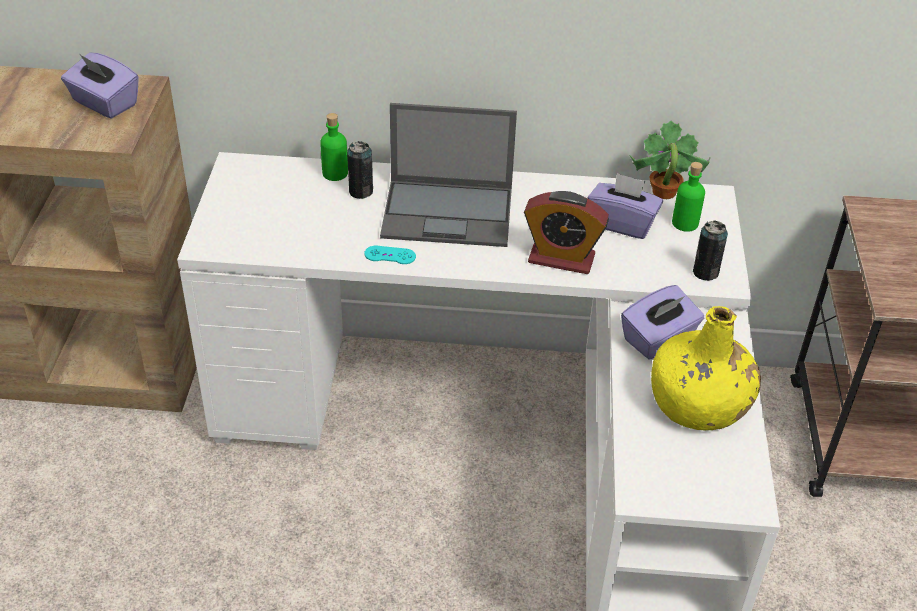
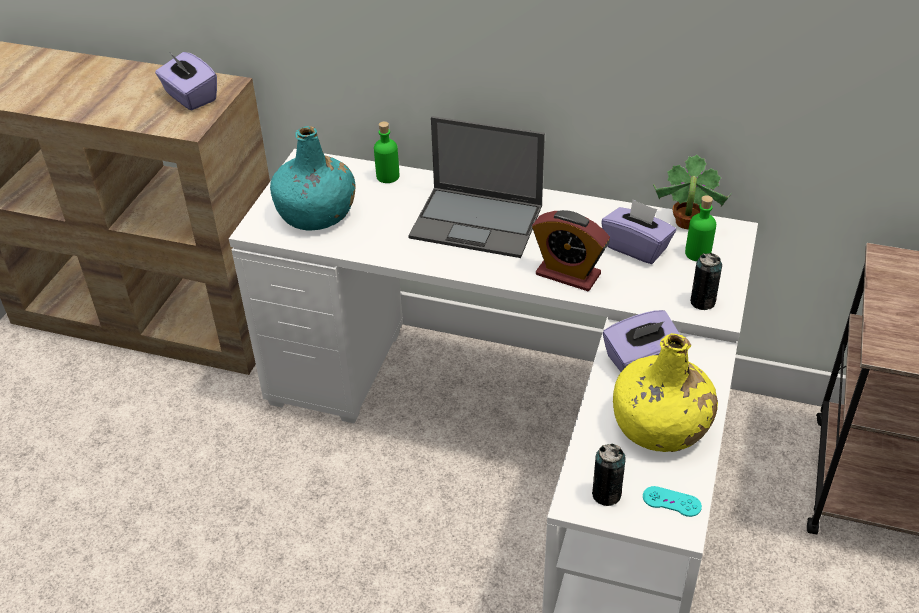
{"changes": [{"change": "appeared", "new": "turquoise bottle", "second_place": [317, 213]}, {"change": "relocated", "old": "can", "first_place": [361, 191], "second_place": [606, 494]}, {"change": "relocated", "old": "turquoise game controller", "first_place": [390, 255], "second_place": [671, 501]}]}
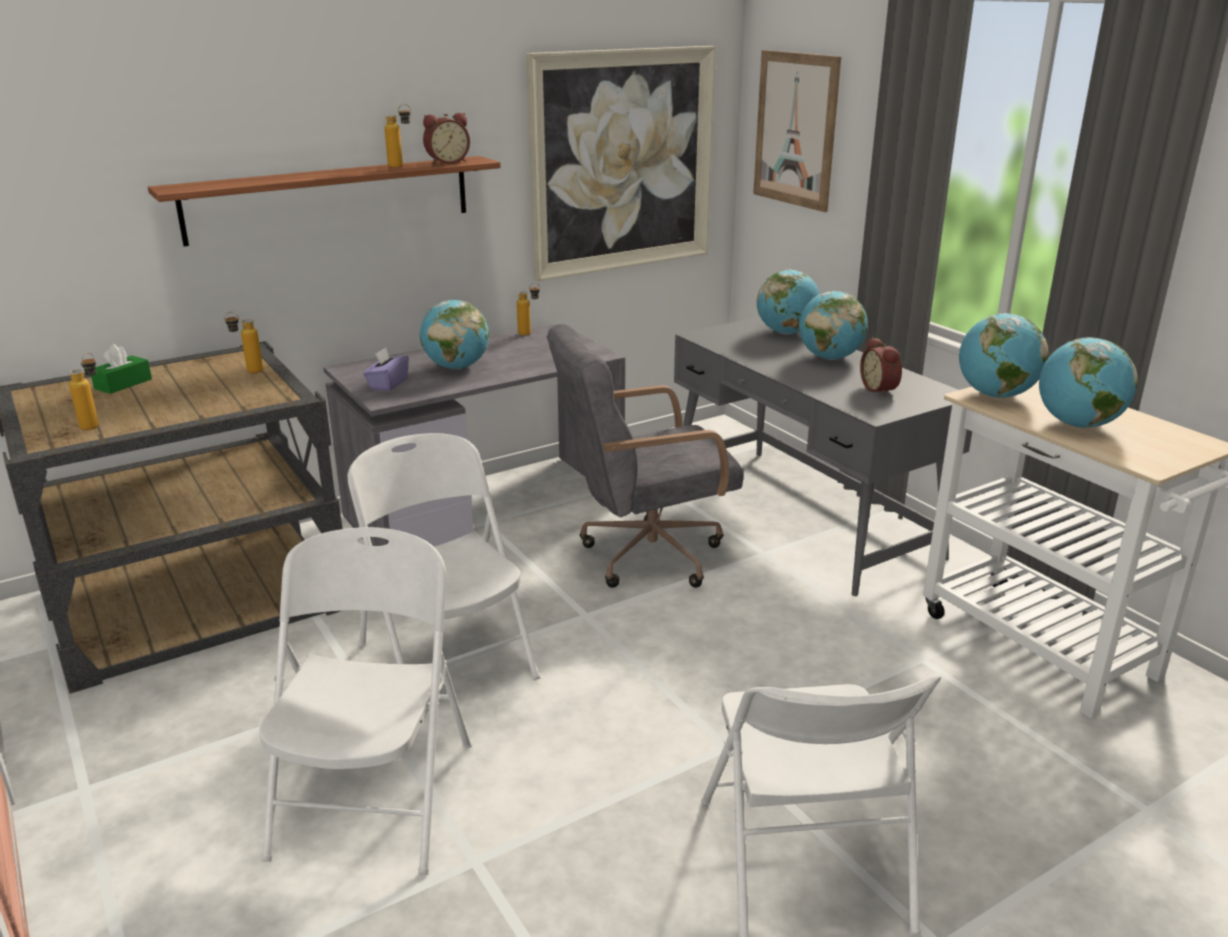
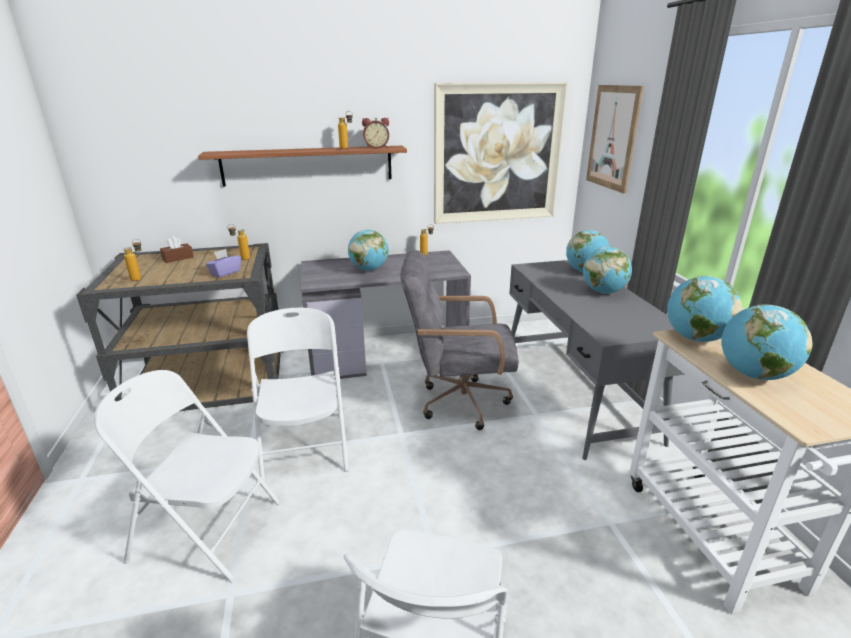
{"changes": [{"change": "spun", "old": "white chair", "first_place": [375, 799], "second_place": [207, 530], "degrees": -105}, {"change": "colour", "old": "green tissue box", "new": "brown tissue box", "first_place": [123, 384], "second_place": [178, 258]}, {"change": "relocated", "old": "purple tissue box", "first_place": [387, 384], "second_place": [225, 273]}, {"change": "missing", "old": "alarm clock", "first_place": [880, 389]}]}
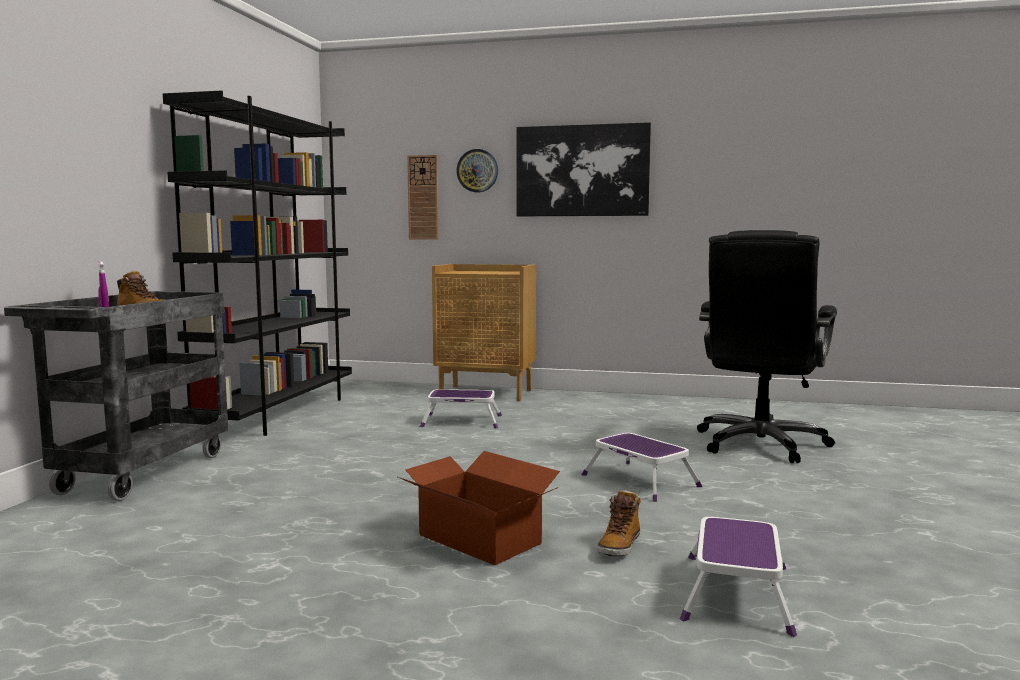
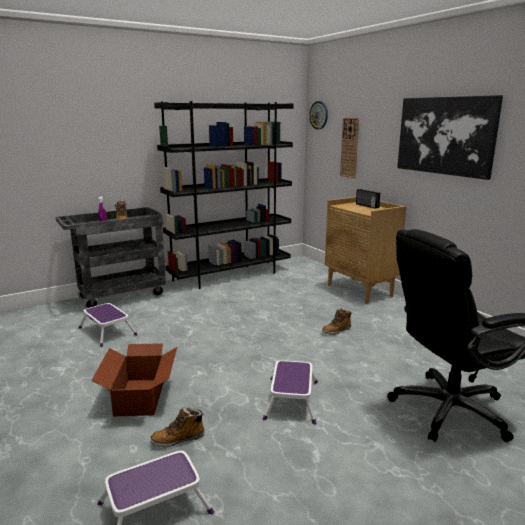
{"changes": [{"change": "relocated", "old": "purple step ladder", "first_place": [461, 421], "second_place": [107, 331]}, {"change": "relocated", "old": "wall clock", "first_place": [477, 170], "second_place": [319, 115]}, {"change": "appeared", "new": "boot", "second_place": [336, 331]}, {"change": "appeared", "new": "radio", "second_place": [366, 206]}]}
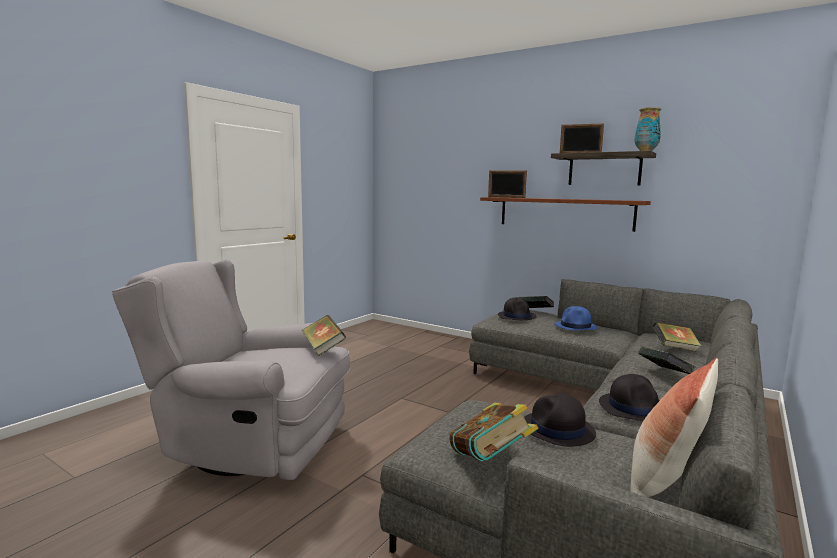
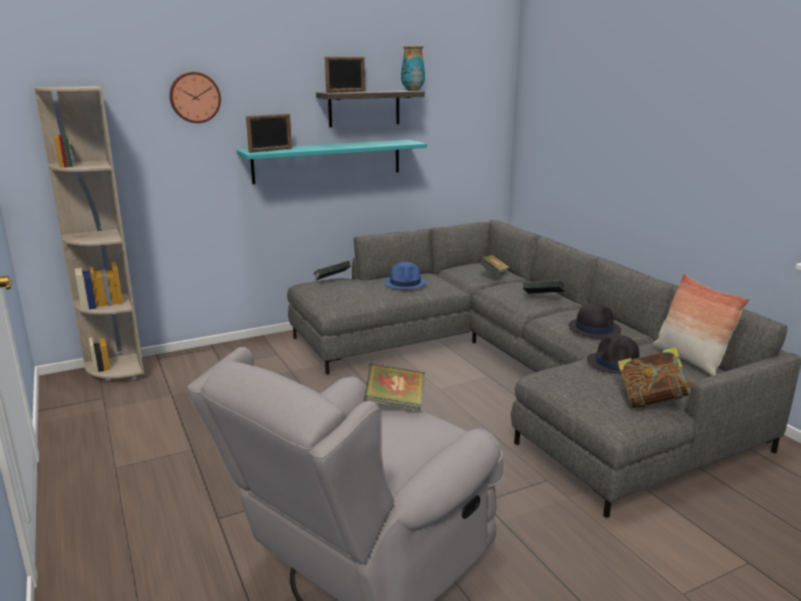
{"changes": [{"change": "appeared", "new": "beige bookcase", "second_place": [116, 374]}, {"change": "appeared", "new": "wall clock", "second_place": [194, 97]}, {"change": "colour", "old": "brown shelf", "new": "turquoise shelf", "first_place": [564, 213], "second_place": [328, 161]}, {"change": "missing", "old": "black hat", "first_place": [517, 316]}]}
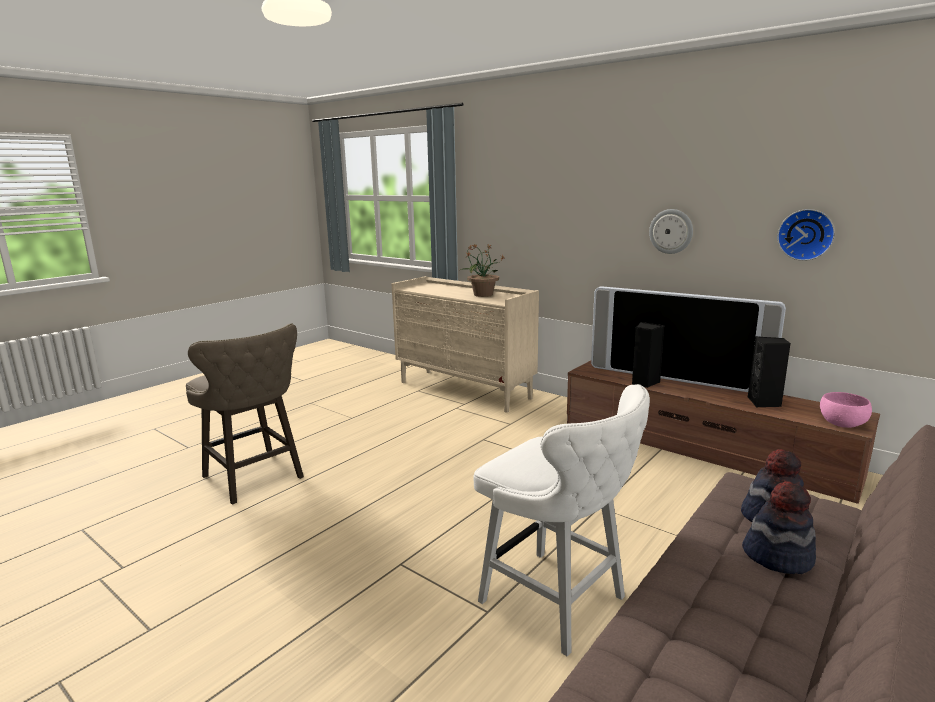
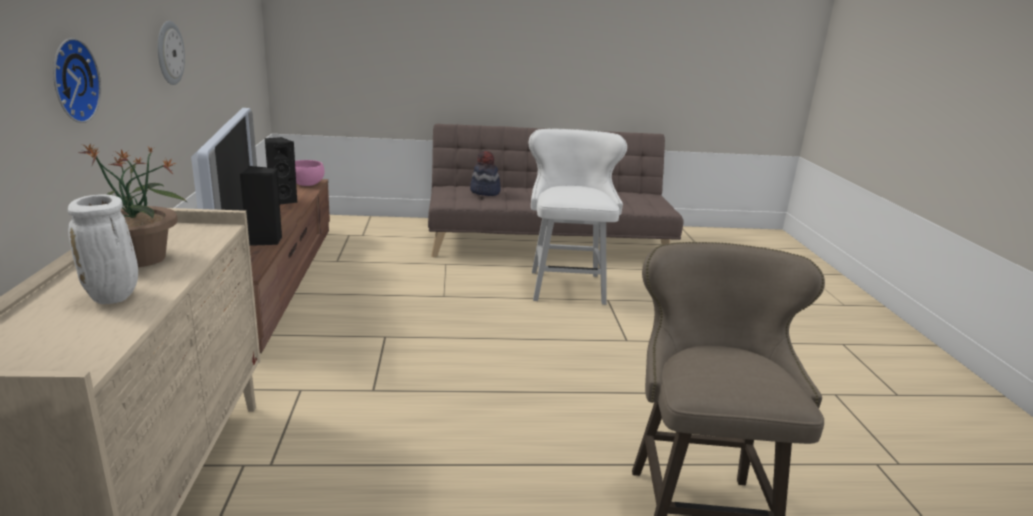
{"changes": [{"change": "relocated", "old": "wall clock", "first_place": [806, 234], "second_place": [70, 80]}, {"change": "appeared", "new": "white vase", "second_place": [114, 298]}, {"change": "missing", "old": "hat", "first_place": [777, 556]}]}
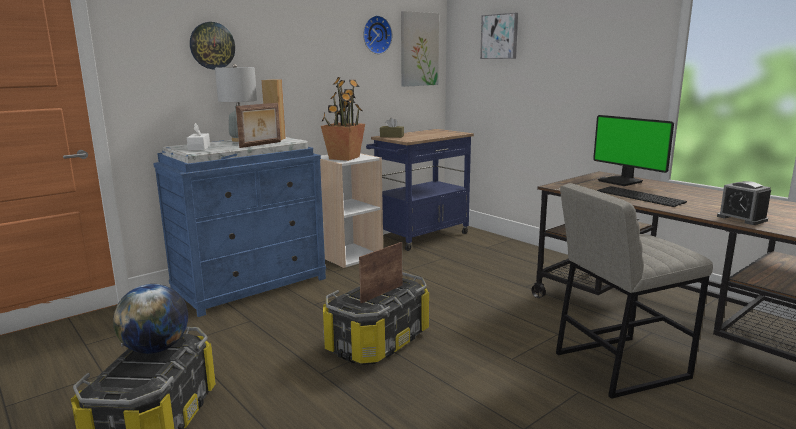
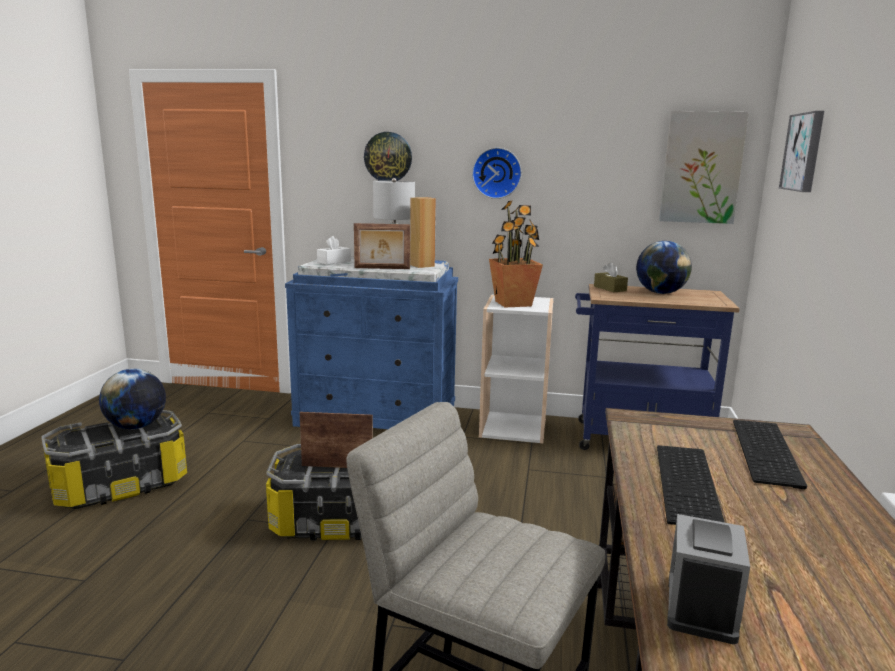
{"changes": [{"change": "relocated", "old": "wall clock", "first_place": [376, 35], "second_place": [497, 173]}, {"change": "appeared", "new": "globe", "second_place": [660, 293]}, {"change": "exchanged", "old": "monitor", "new": "keyboard", "first_place": [621, 181], "second_place": [769, 453]}]}
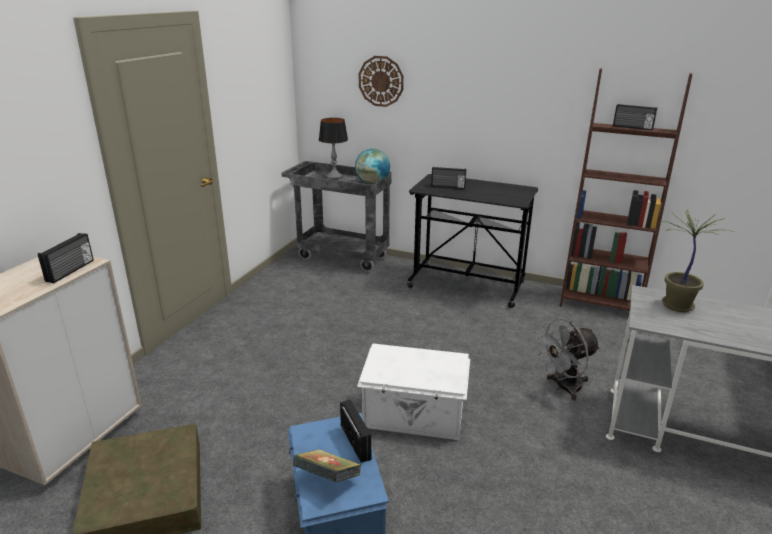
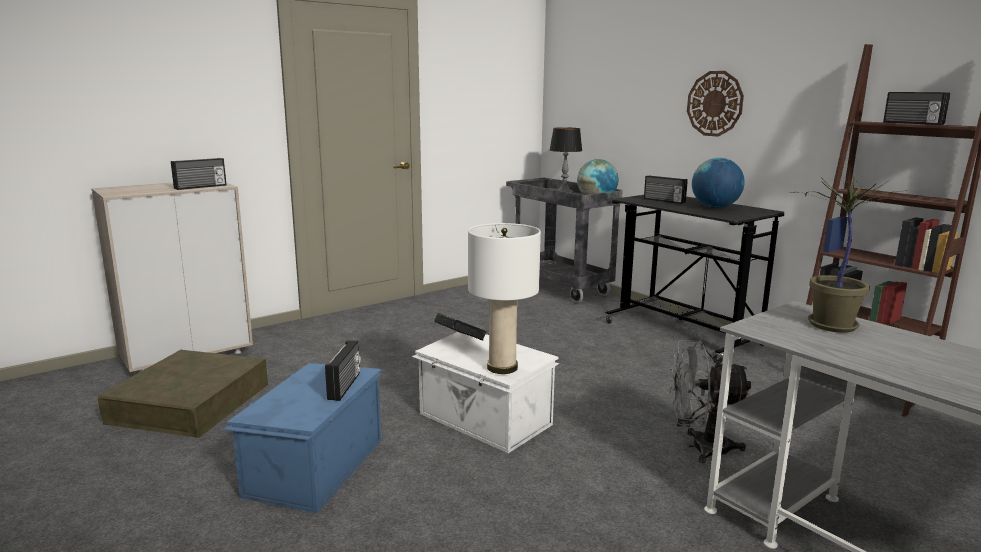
{"changes": [{"change": "relocated", "old": "book", "first_place": [327, 479], "second_place": [460, 342]}, {"change": "appeared", "new": "white table lamp", "second_place": [502, 368]}, {"change": "relocated", "old": "wall clock", "first_place": [381, 81], "second_place": [715, 103]}, {"change": "appeared", "new": "globe", "second_place": [715, 207]}]}
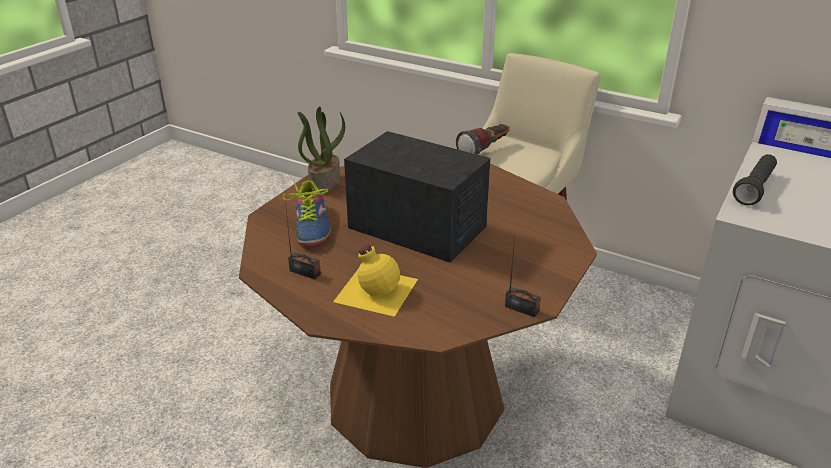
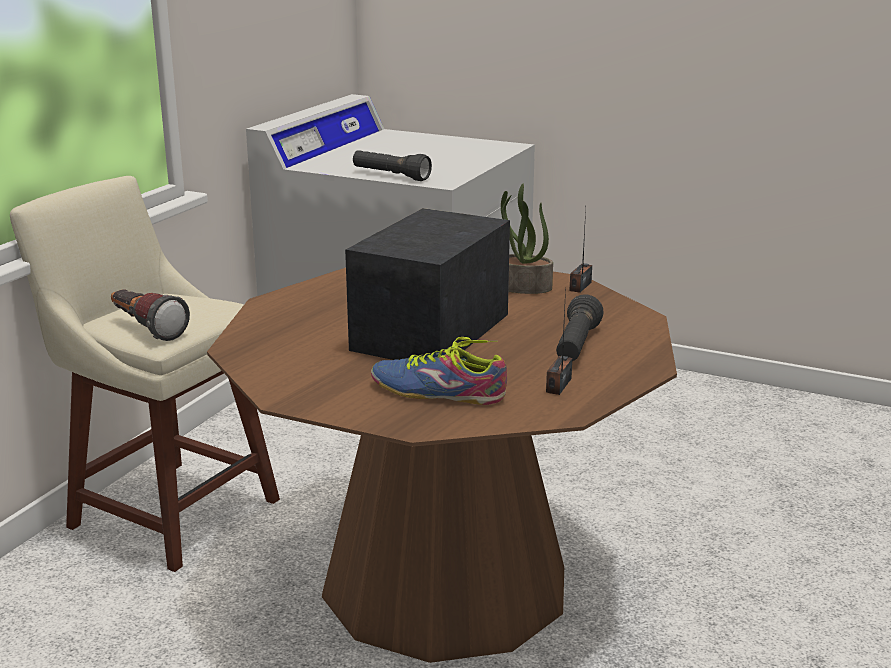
{"changes": [{"change": "spun", "old": "shoe", "first_place": [312, 225], "second_place": [438, 392], "degrees": -150}, {"change": "relocated", "old": "potted plant", "first_place": [324, 182], "second_place": [522, 287]}, {"change": "exchanged", "old": "yellow bottle", "new": "black flashlight", "first_place": [375, 289], "second_place": [576, 346]}]}
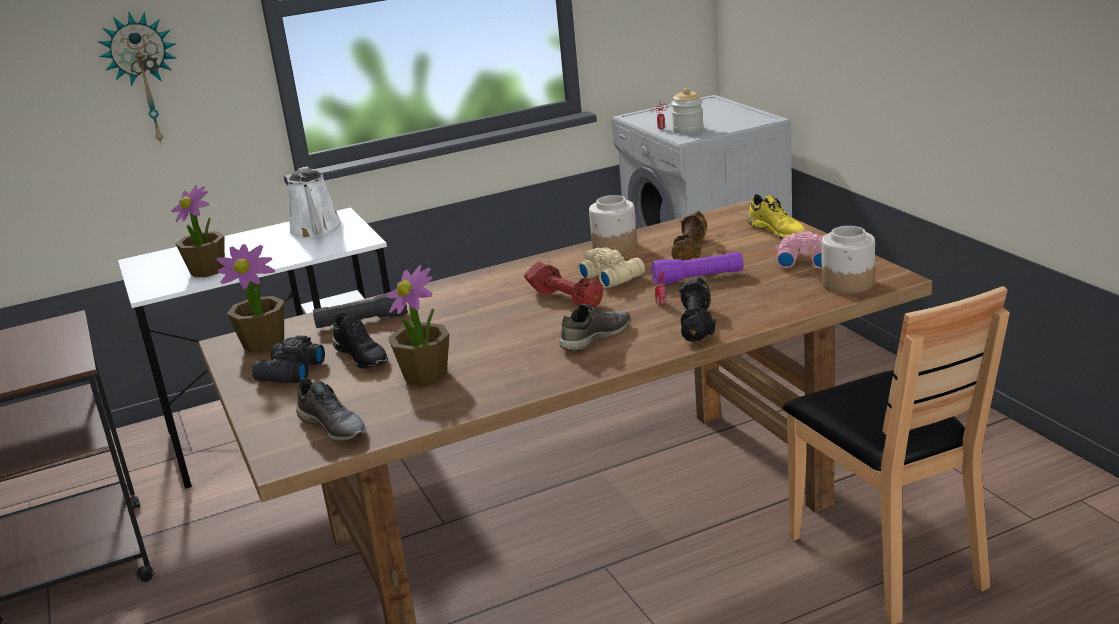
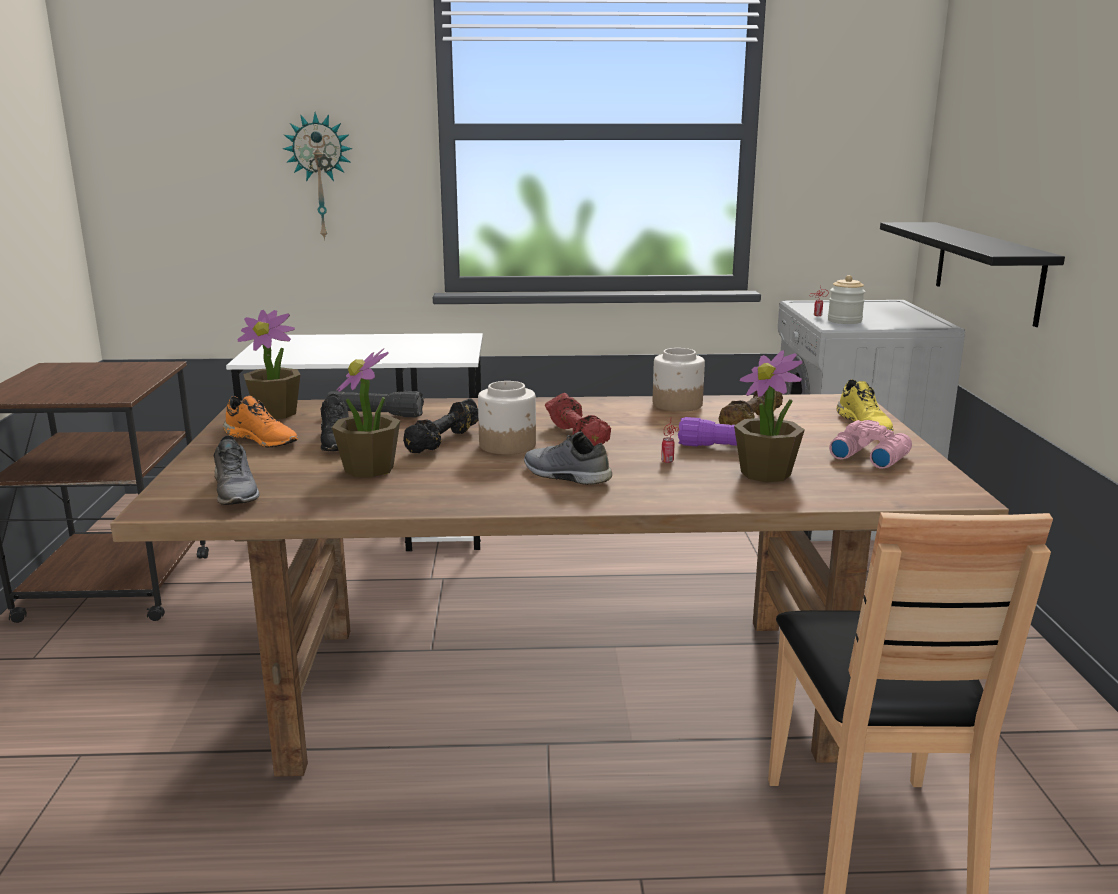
{"changes": [{"change": "exchanged", "old": "black binoculars", "new": "orange shoe", "first_place": [289, 372], "second_place": [263, 439]}, {"change": "relocated", "old": "black dumbbell", "first_place": [697, 324], "second_place": [444, 442]}, {"change": "relocated", "old": "jar", "first_place": [848, 283], "second_place": [508, 445]}, {"change": "spun", "old": "grey shoe", "first_place": [595, 337], "second_place": [565, 476], "degrees": -120}, {"change": "relocated", "old": "potted plant", "first_place": [207, 271], "second_place": [766, 473]}, {"change": "appeared", "new": "black shelf", "second_place": [987, 270]}, {"change": "missing", "old": "white watering can", "first_place": [316, 231]}, {"change": "missing", "old": "beige binoculars", "first_place": [611, 276]}]}
